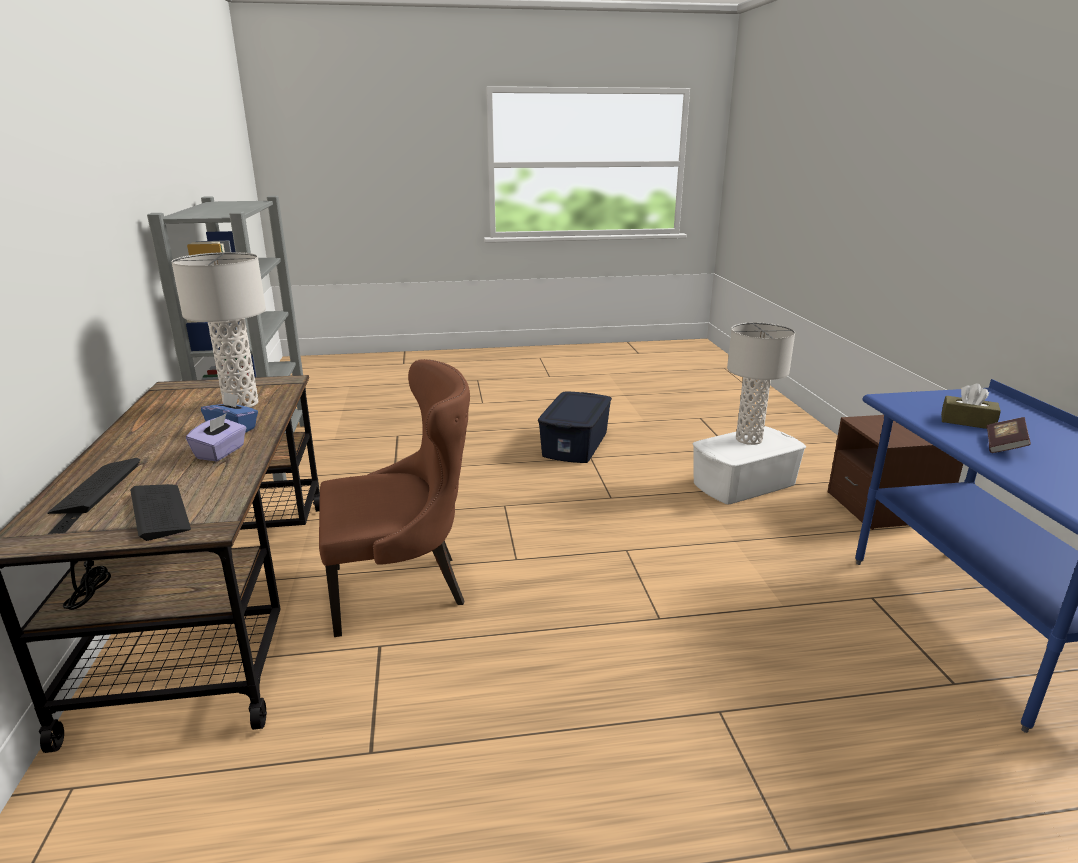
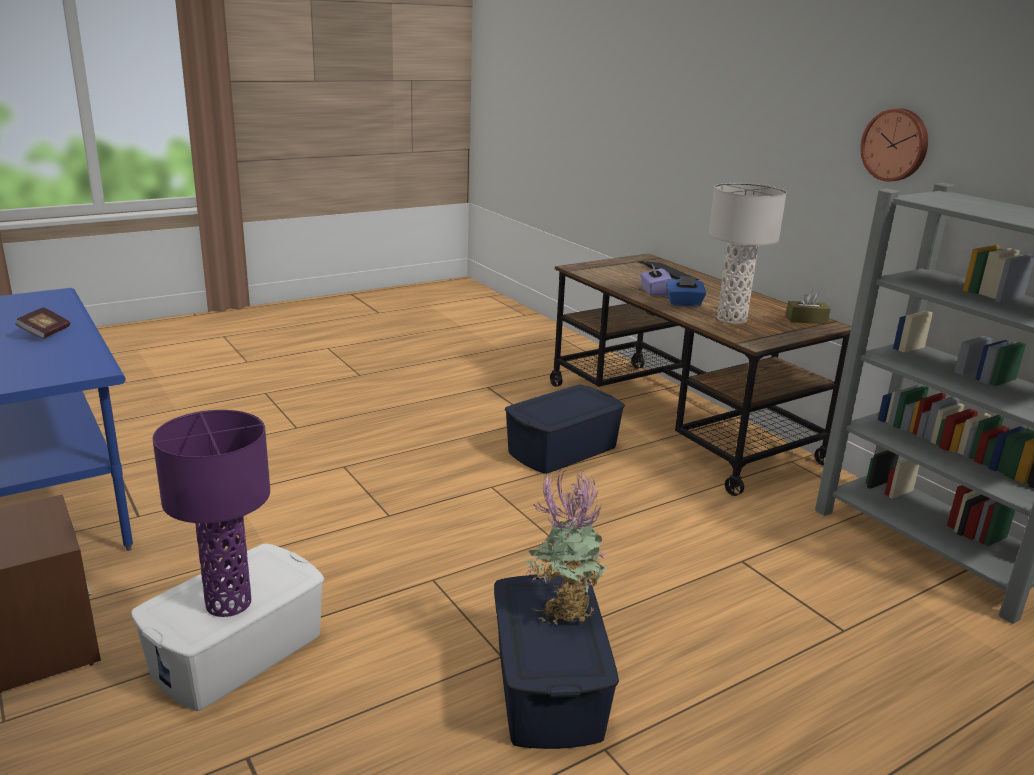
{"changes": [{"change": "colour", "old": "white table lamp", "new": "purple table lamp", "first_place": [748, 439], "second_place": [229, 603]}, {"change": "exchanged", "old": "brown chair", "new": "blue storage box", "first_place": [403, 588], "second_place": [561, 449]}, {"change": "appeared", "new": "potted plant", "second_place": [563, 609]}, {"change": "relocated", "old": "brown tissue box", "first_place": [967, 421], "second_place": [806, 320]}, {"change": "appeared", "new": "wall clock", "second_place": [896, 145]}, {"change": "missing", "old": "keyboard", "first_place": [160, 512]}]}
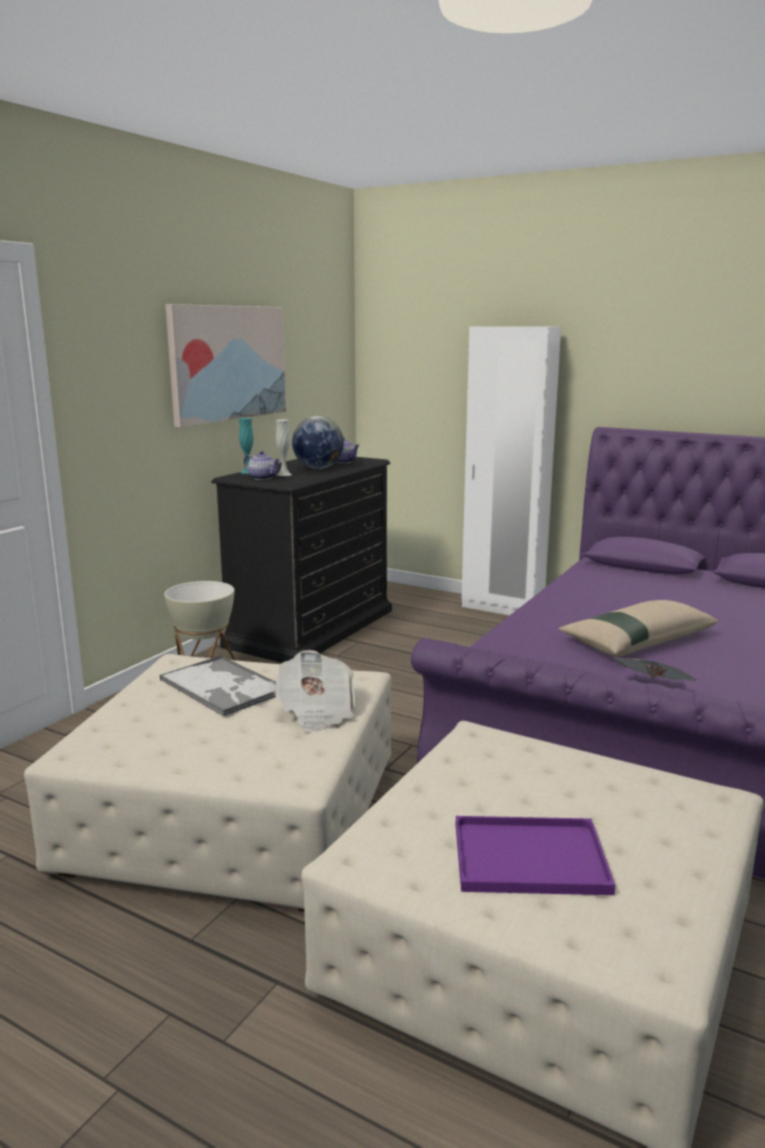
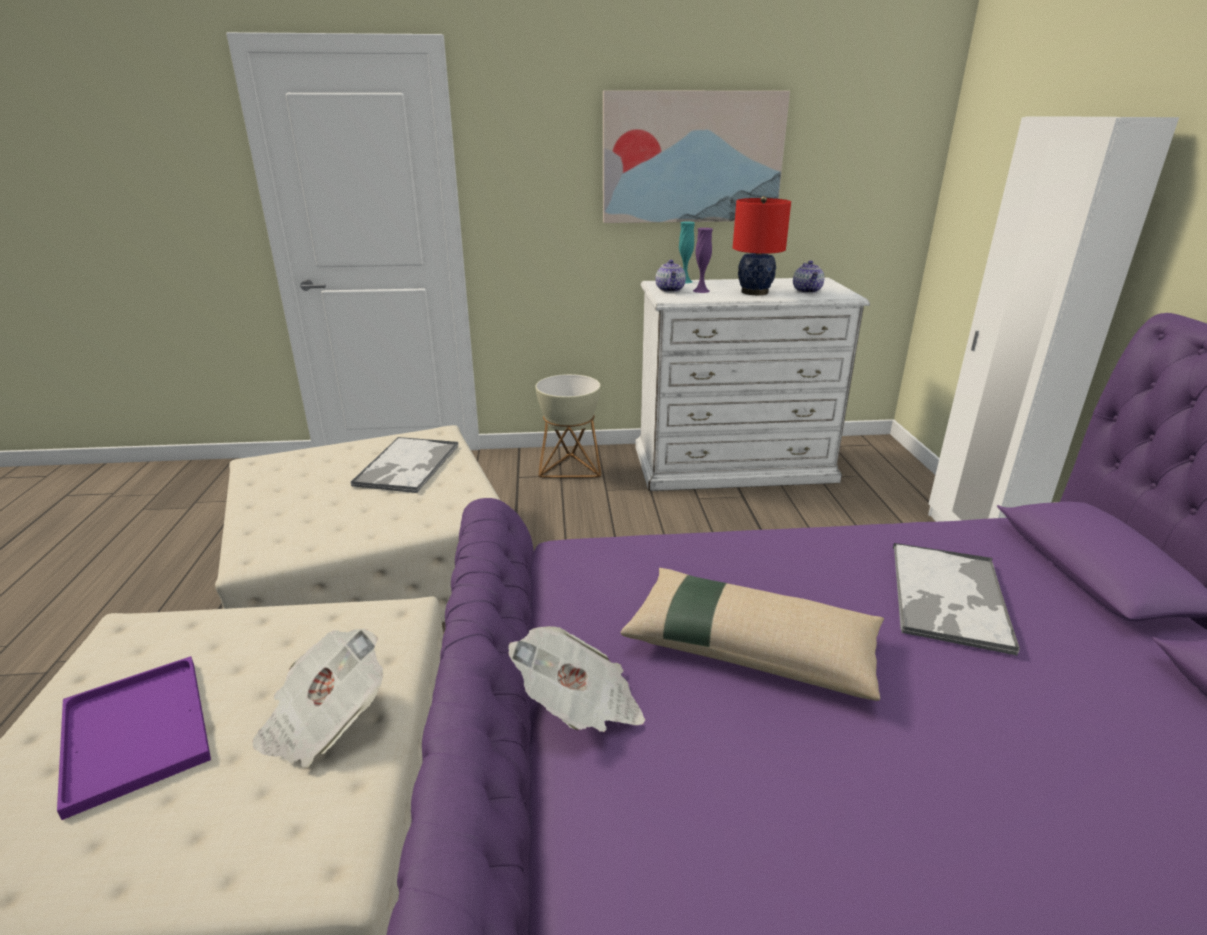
{"changes": [{"change": "relocated", "old": "newspaper", "first_place": [315, 712], "second_place": [324, 721]}, {"change": "colour", "old": "black dresser", "new": "white dresser", "first_place": [311, 628], "second_place": [734, 464]}, {"change": "colour", "old": "white vase", "new": "purple vase", "first_place": [284, 474], "second_place": [701, 291]}, {"change": "exchanged", "old": "globe", "new": "red table lamp", "first_place": [318, 468], "second_place": [754, 292]}, {"change": "appeared", "new": "tray", "second_place": [948, 597]}]}
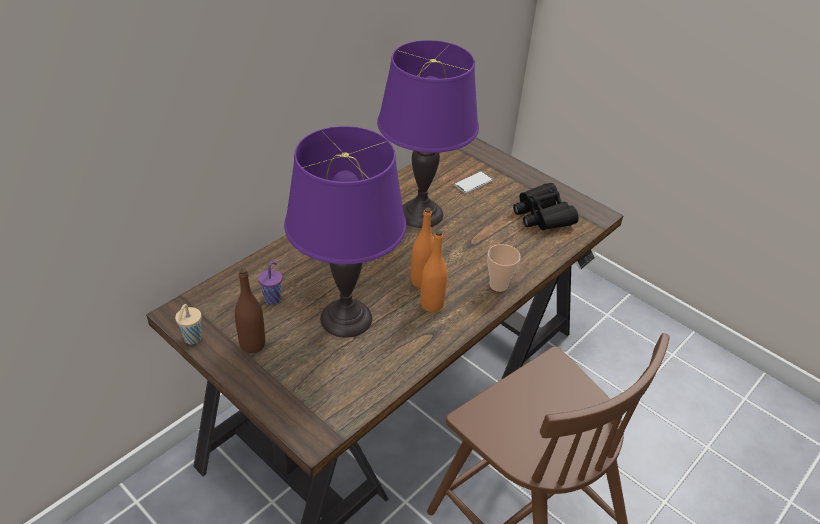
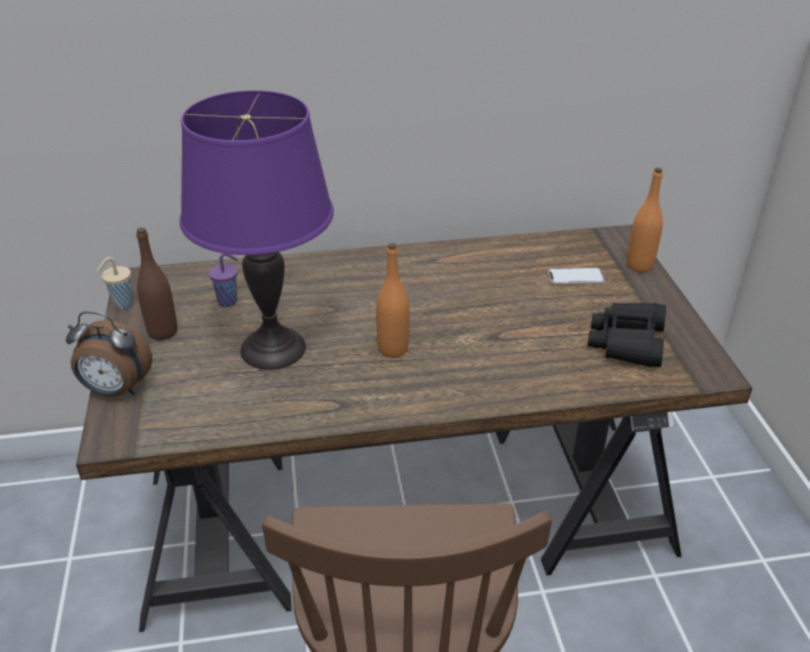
{"changes": [{"change": "appeared", "new": "alarm clock", "second_place": [116, 390]}, {"change": "relocated", "old": "orange bottle", "first_place": [431, 304], "second_place": [639, 266]}, {"change": "missing", "old": "purple table lamp", "first_place": [421, 214]}, {"change": "missing", "old": "cup", "first_place": [498, 285]}]}
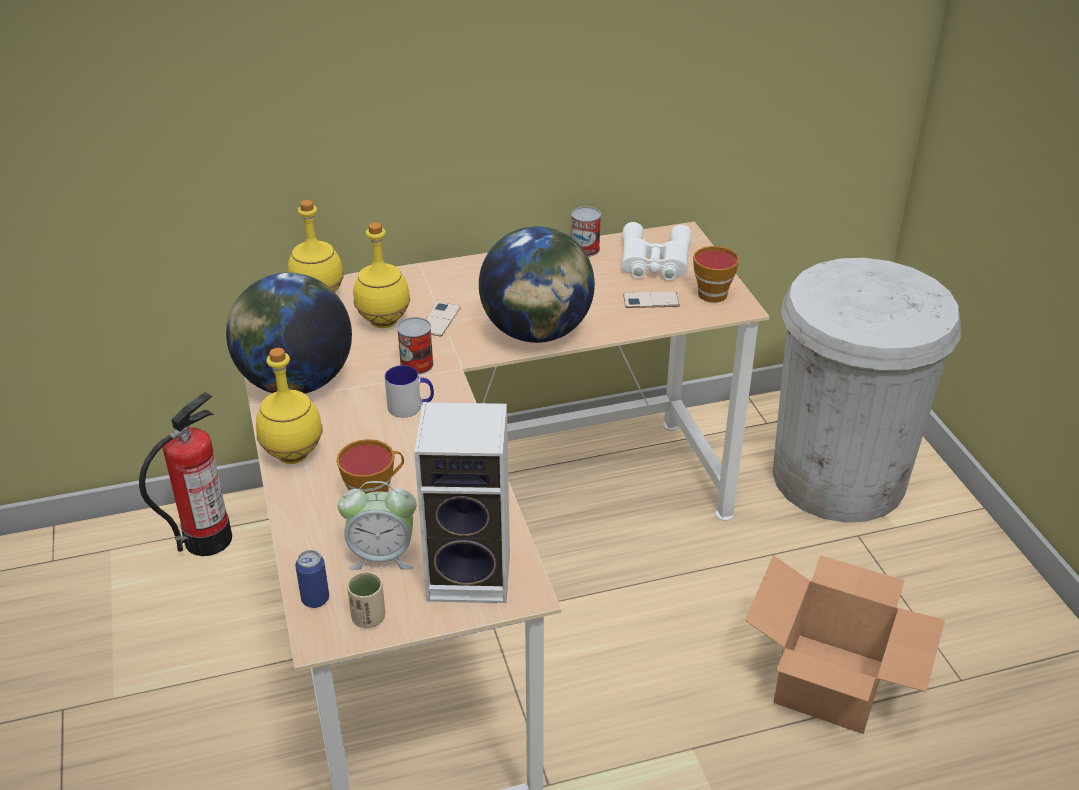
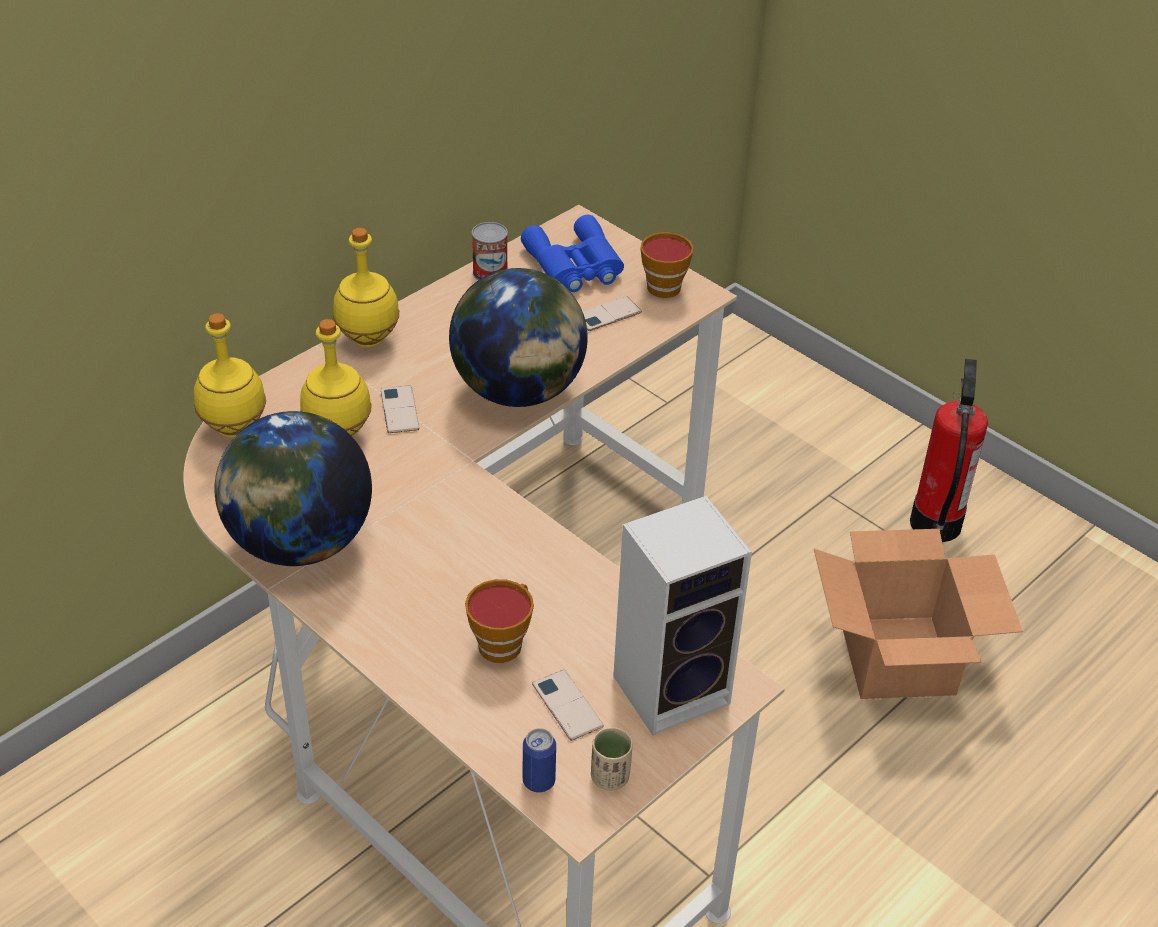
{"changes": [{"change": "relocated", "old": "yellow bottle", "first_place": [293, 455], "second_place": [368, 338]}, {"change": "colour", "old": "white binoculars", "new": "blue binoculars", "first_place": [654, 261], "second_place": [575, 266]}, {"change": "exchanged", "old": "alarm clock", "new": "phone", "first_place": [382, 556], "second_place": [567, 705]}, {"change": "relocated", "old": "fire extinguisher", "first_place": [207, 539], "second_place": [935, 524]}, {"change": "missing", "old": "mug", "first_place": [411, 407]}, {"change": "missing", "old": "can", "first_place": [416, 364]}, {"change": "missing", "old": "white trash can", "first_place": [838, 477]}]}
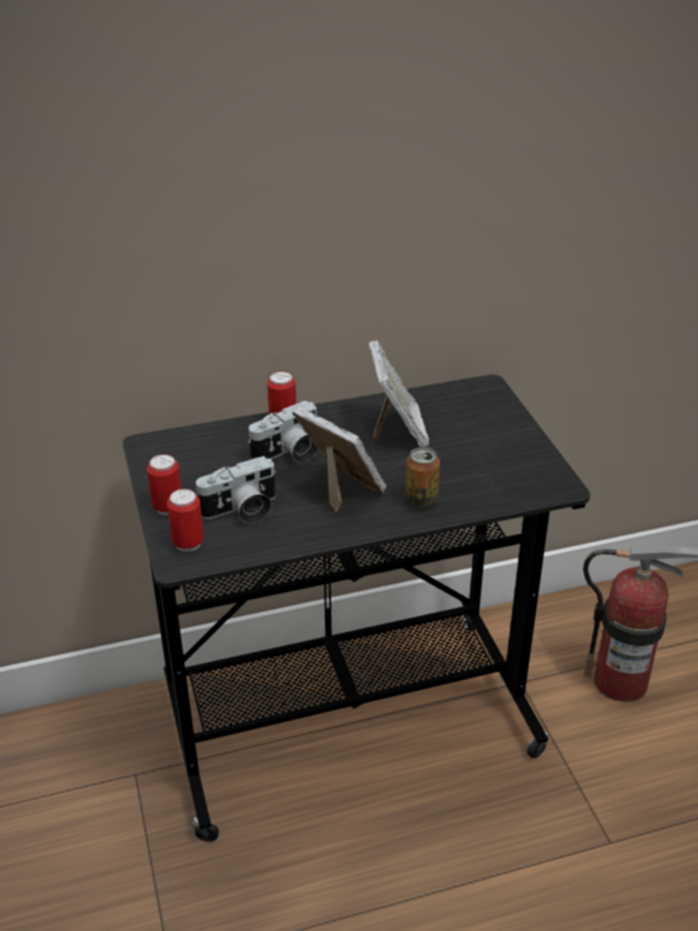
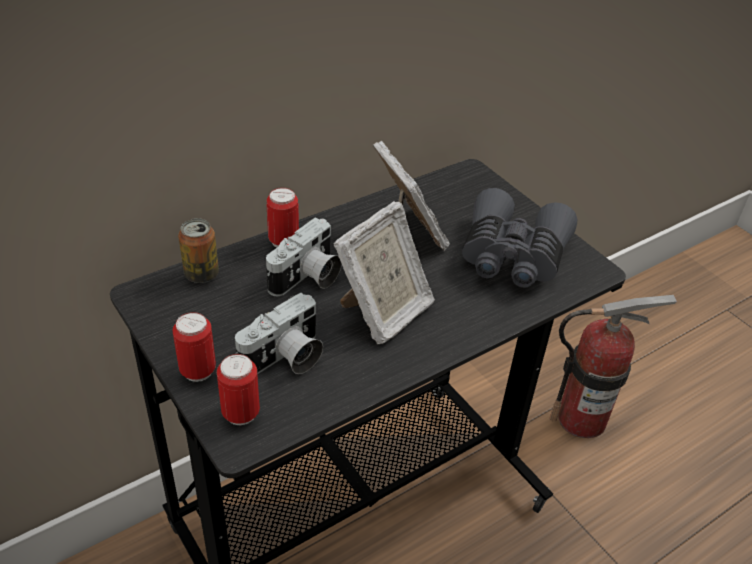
{"changes": [{"change": "relocated", "old": "can", "first_place": [421, 500], "second_place": [201, 274]}, {"change": "spun", "old": "picture frame", "first_place": [342, 490], "second_place": [383, 313], "degrees": 105}, {"change": "appeared", "new": "grey binoculars", "second_place": [512, 256]}]}
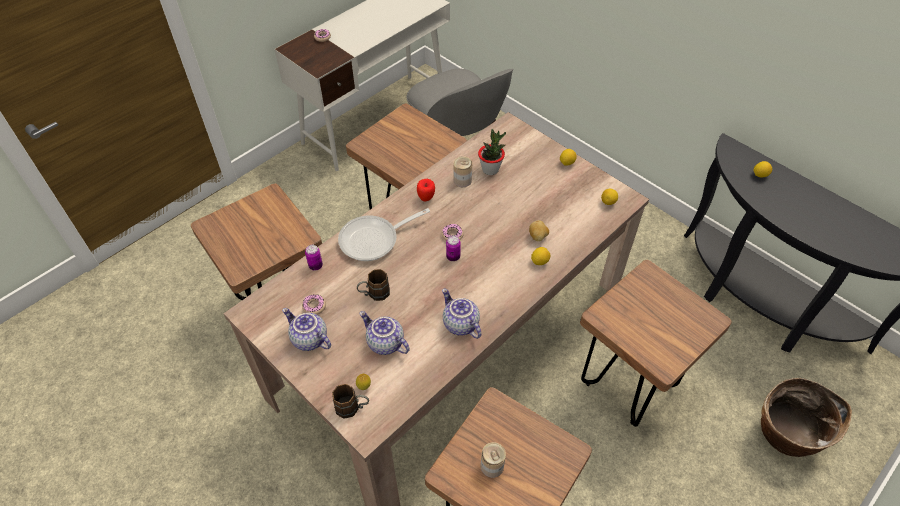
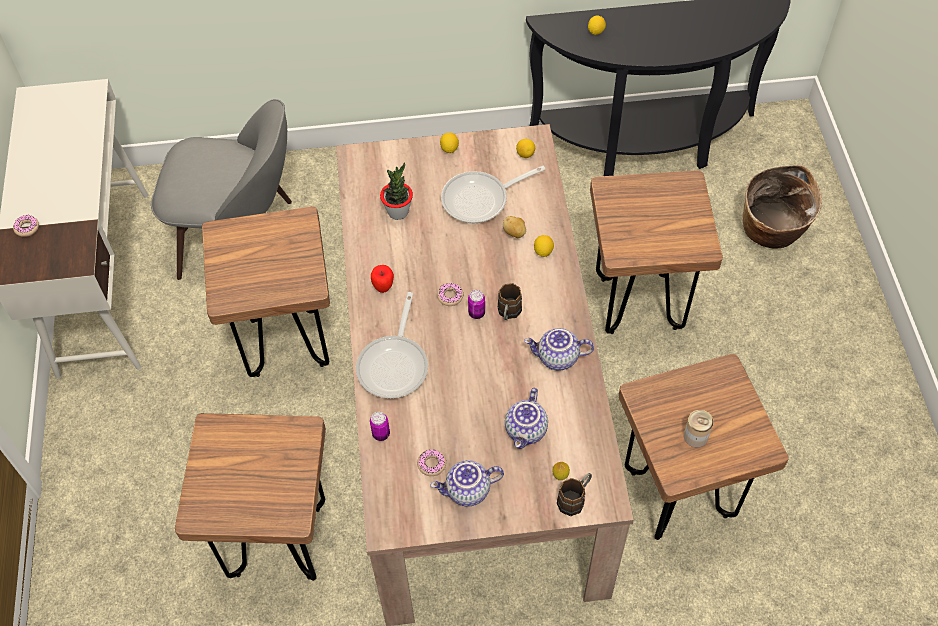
{"changes": [{"change": "appeared", "new": "frying pan", "second_place": [481, 199]}, {"change": "relocated", "old": "brown mug", "first_place": [374, 294], "second_place": [508, 314]}, {"change": "spun", "old": "teapot", "first_place": [384, 343], "second_place": [527, 431], "degrees": -60}, {"change": "missing", "old": "can", "first_place": [462, 180]}]}
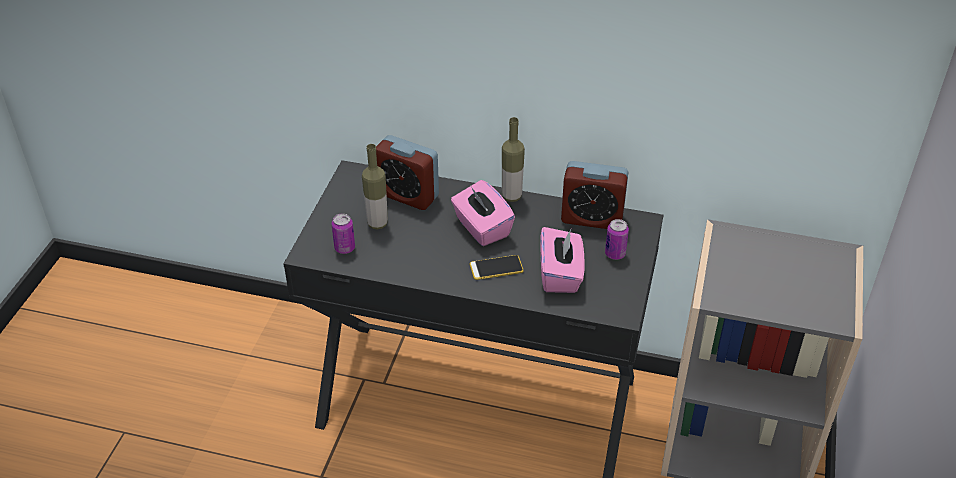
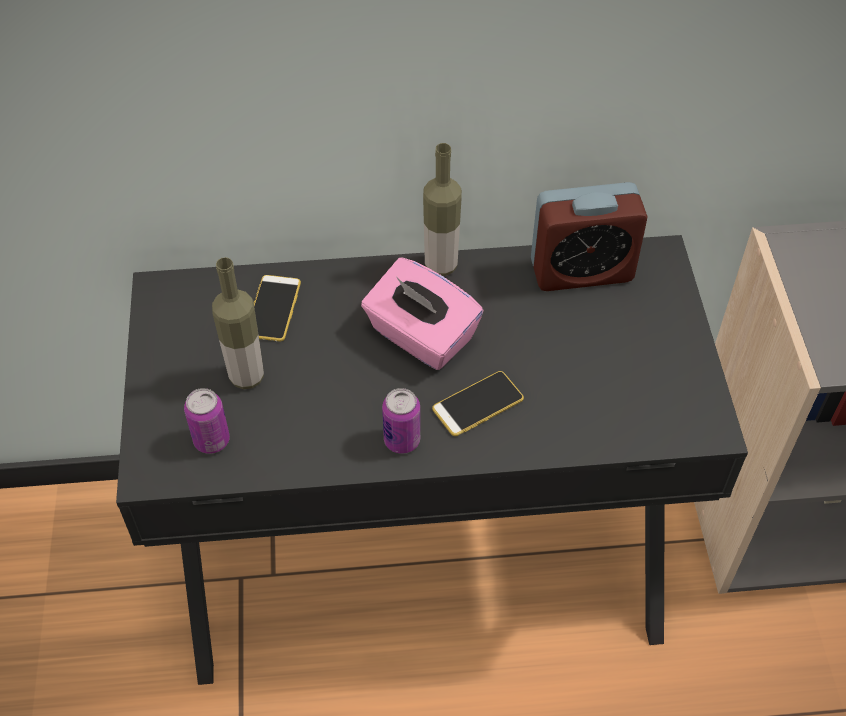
{"changes": [{"change": "exchanged", "old": "alarm clock", "new": "phone", "first_place": [407, 195], "second_place": [273, 308]}, {"change": "relocated", "old": "can", "first_place": [615, 254], "second_place": [402, 440]}, {"change": "missing", "old": "pink tissue box", "first_place": [560, 275]}]}
